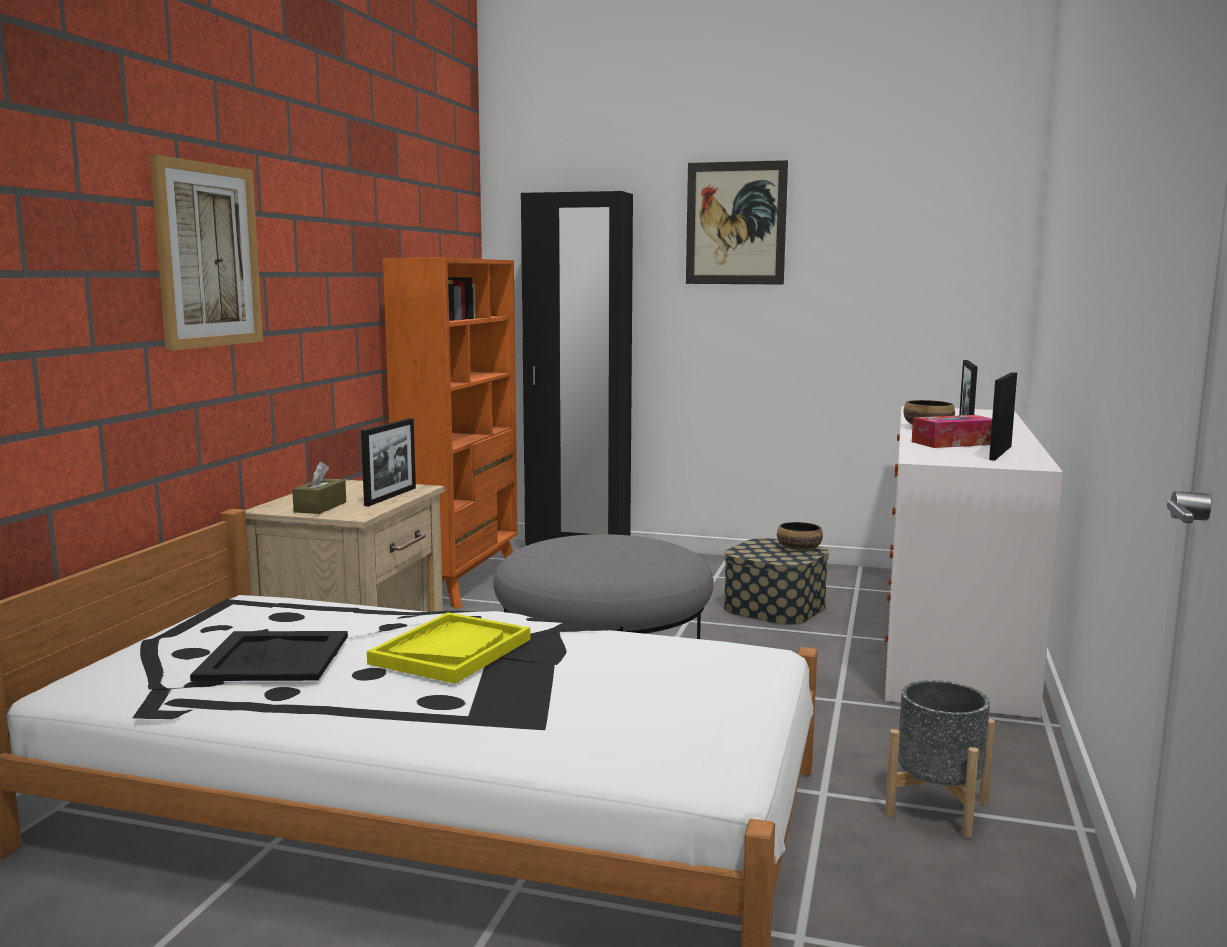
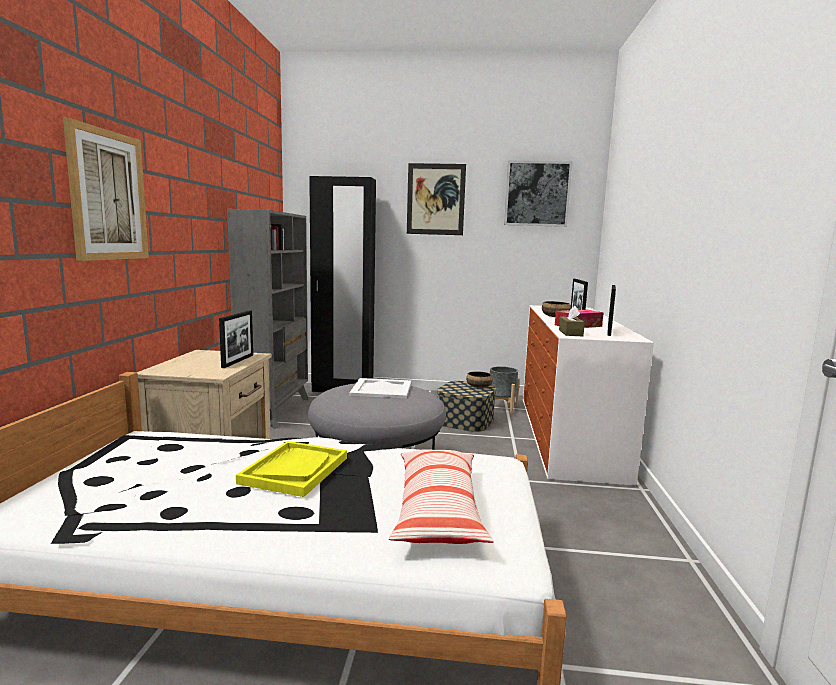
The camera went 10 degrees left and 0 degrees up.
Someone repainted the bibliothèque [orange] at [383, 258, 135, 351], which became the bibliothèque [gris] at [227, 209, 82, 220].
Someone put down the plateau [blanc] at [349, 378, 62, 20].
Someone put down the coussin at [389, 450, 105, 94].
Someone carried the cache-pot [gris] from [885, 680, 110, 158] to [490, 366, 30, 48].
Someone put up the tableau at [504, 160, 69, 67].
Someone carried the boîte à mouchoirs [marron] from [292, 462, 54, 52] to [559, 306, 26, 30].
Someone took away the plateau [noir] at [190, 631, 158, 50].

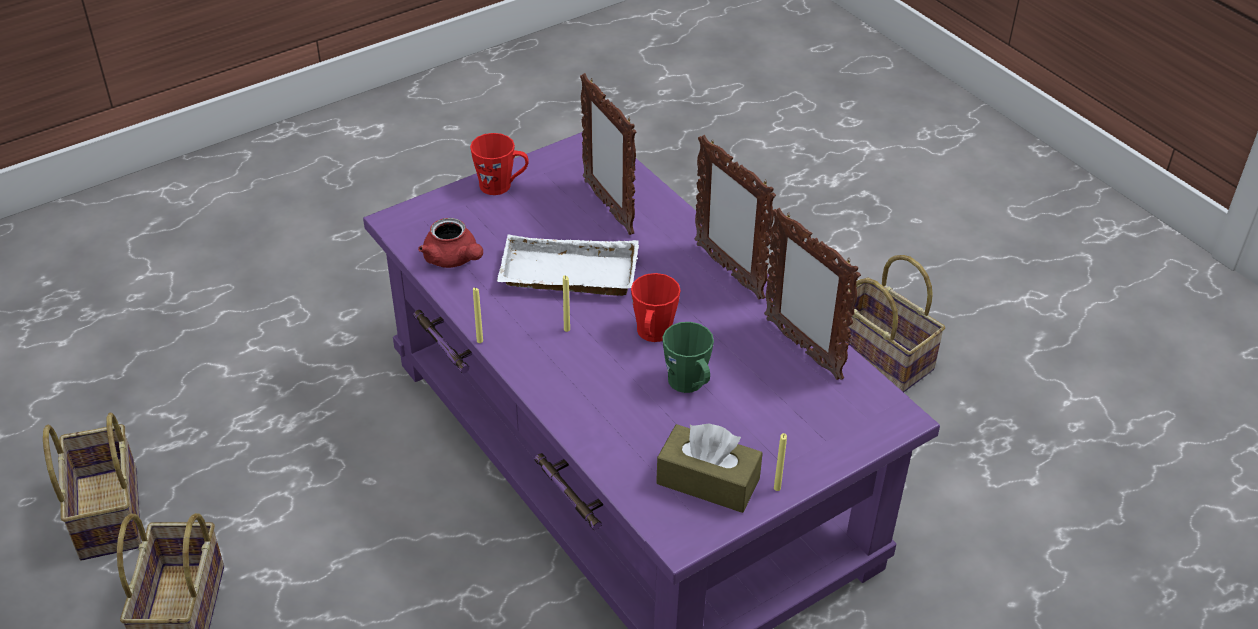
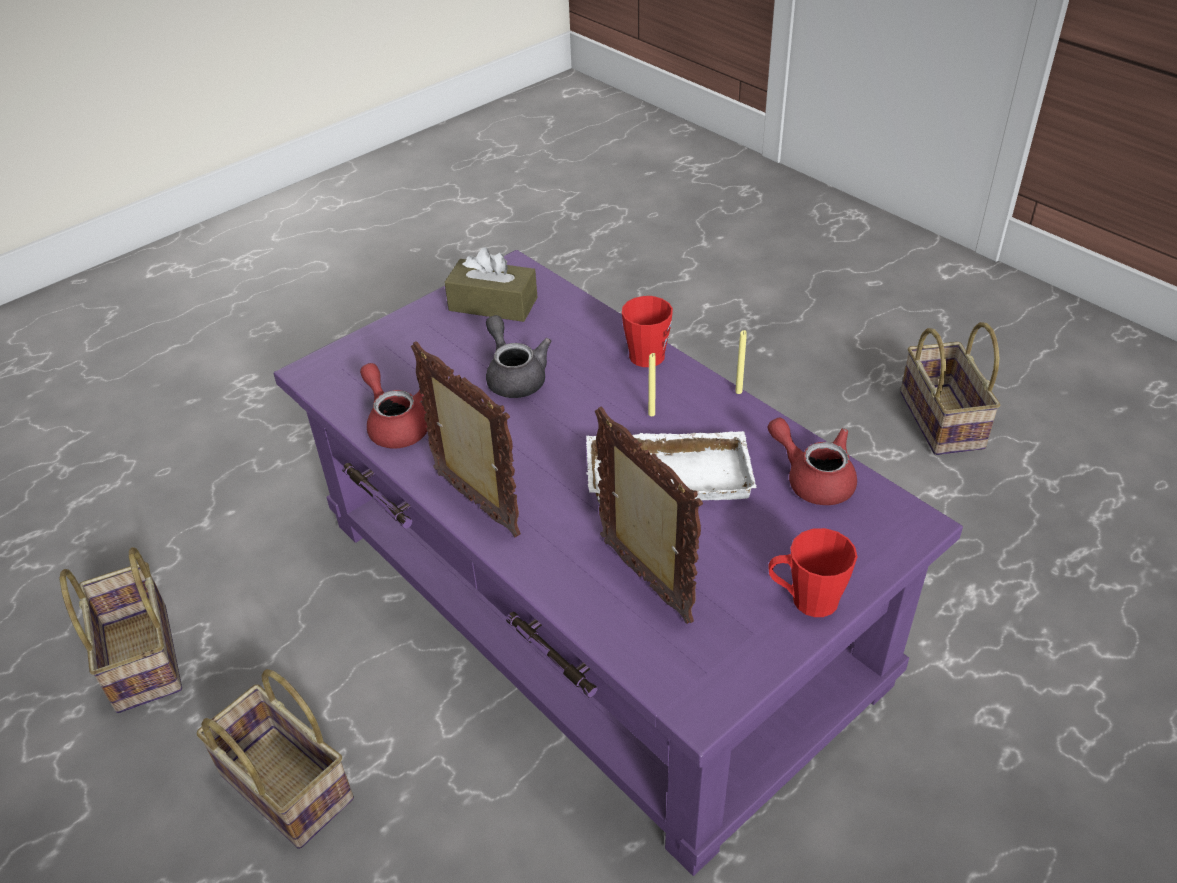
The camera went 175 degrees right and 0 degrees up.
Someone carried the panier from [43, 413, 98, 147] to [60, 547, 122, 166].
Someone swapped the cadre photo at [764, 208, 97, 172] for the théière [rouge] at [360, 363, 68, 86].
Someone swapped the mug [vert] at [662, 322, 52, 71] for the théière [gris] at [486, 315, 65, 83].
Someone carried the mug [rouge] from [631, 273, 50, 69] to [622, 296, 51, 71].
Someone took away the bougie [jaune] at [774, 433, 13, 58].

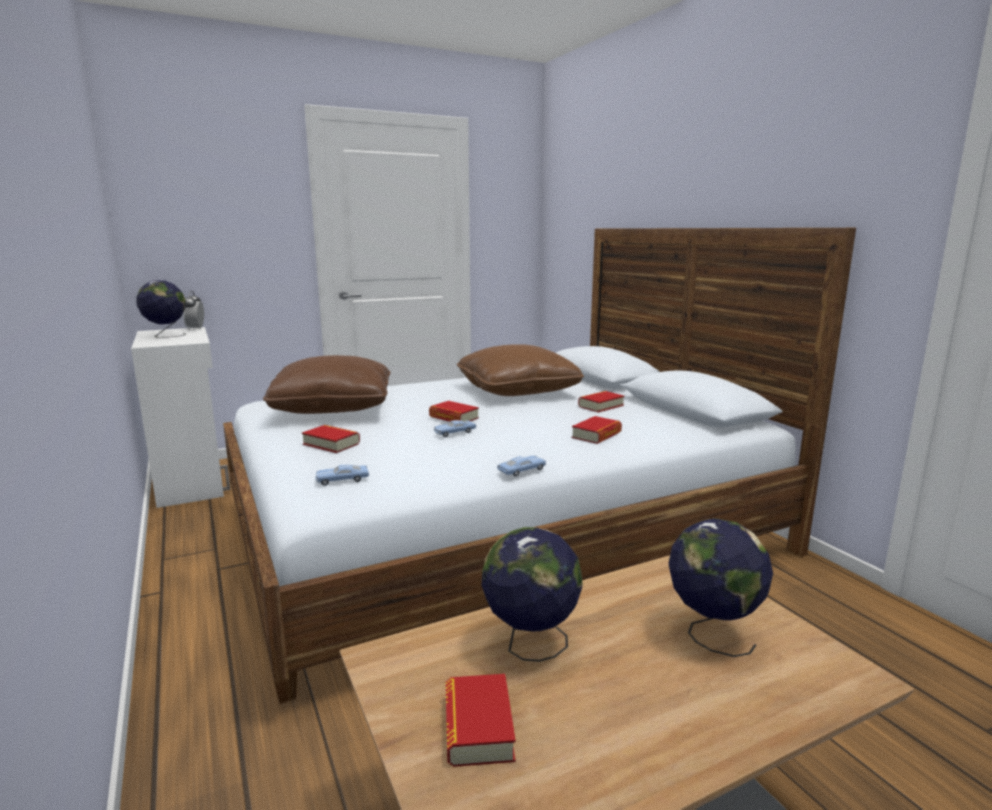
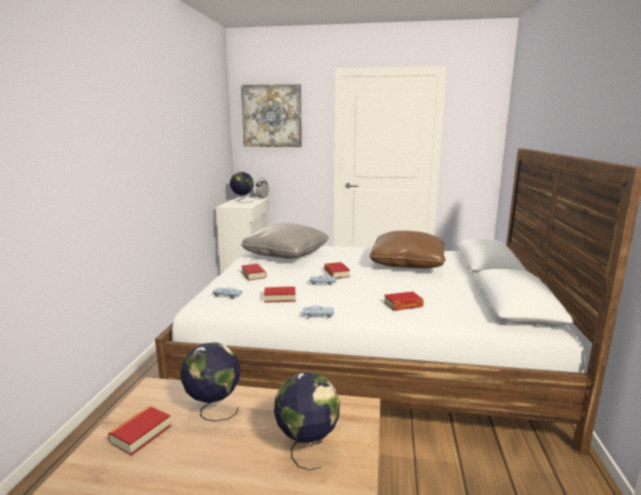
The camera went 35 degrees right and 0 degrees up.
Someone put up the tableau at [241, 84, 61, 63].
Someone repainted the coussin [marron] at [263, 355, 128, 59], which became the coussin [gris] at [241, 223, 88, 36].
Someone carried the livre from [578, 391, 46, 22] to [264, 286, 32, 17].

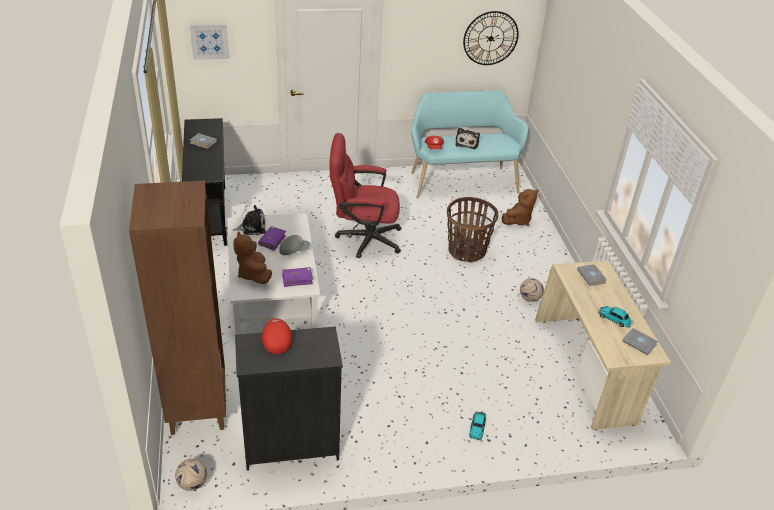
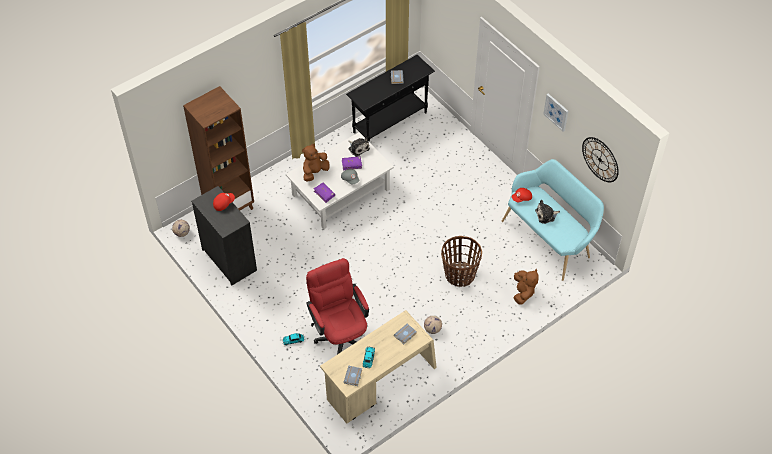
The camera went 65 degrees right and 15 degrees up.
Someone carried the chaise de bureau [rouge] from [330, 133, 71, 125] to [306, 258, 63, 96].
Someone rotated the peluche [marron] at [502, 189, 36, 37] by 105 degrees counterclockwise.
Someone carried the tableau from [190, 24, 39, 36] to [544, 94, 24, 38].

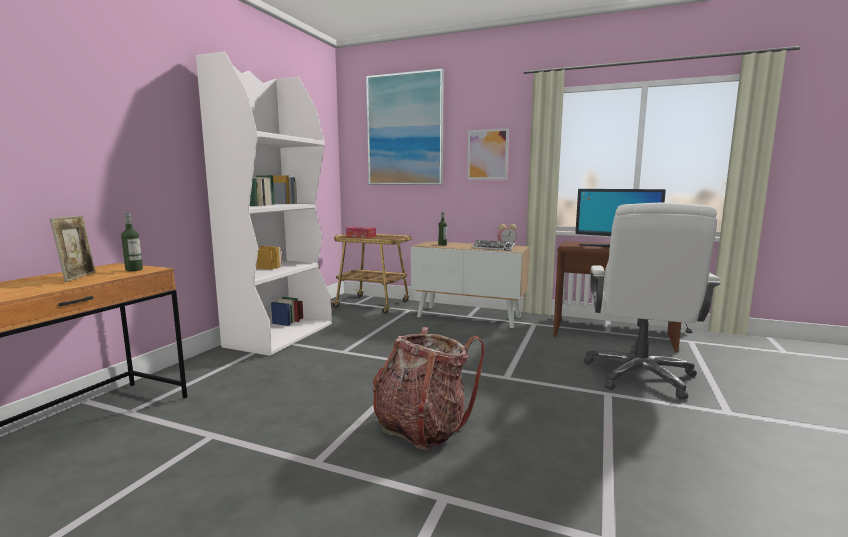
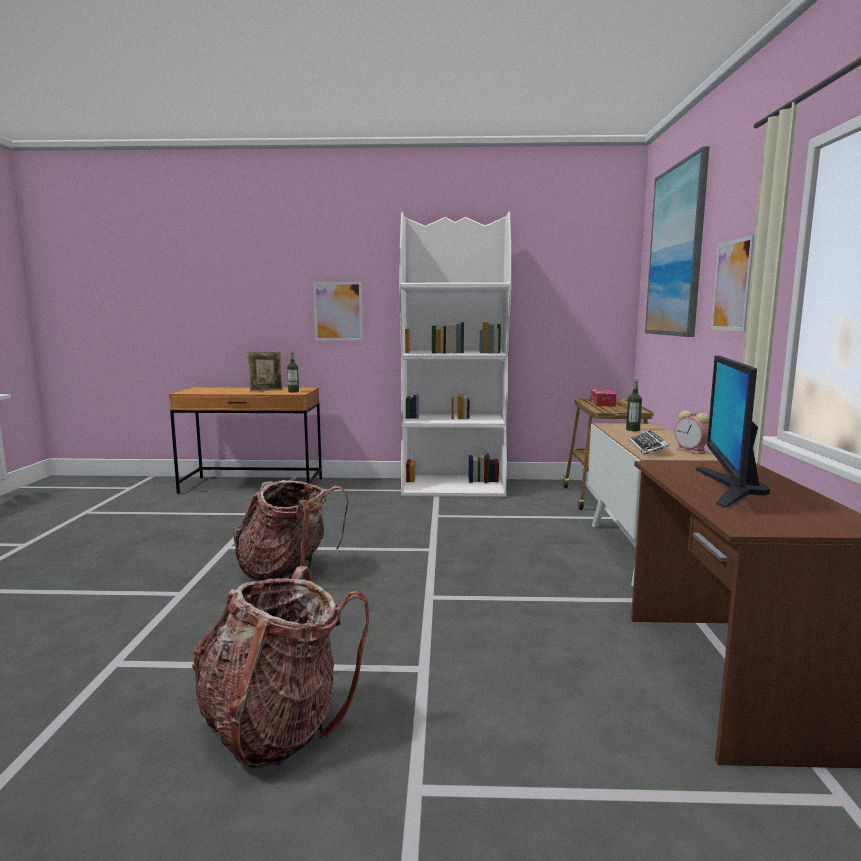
The camera went 70 degrees right and 0 degrees up.
Someone put down the sac à dos at [192, 566, 177, 205].
Someone put up the tableau at [313, 282, 50, 59].
Someone took away the chaise de bureau [blanc] at [583, 202, 138, 197].

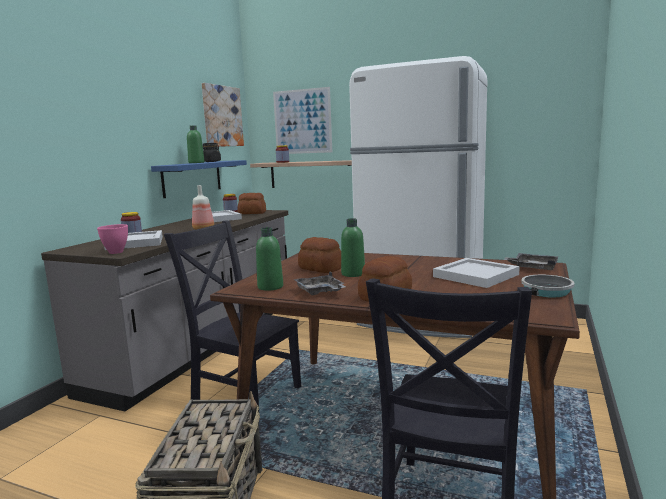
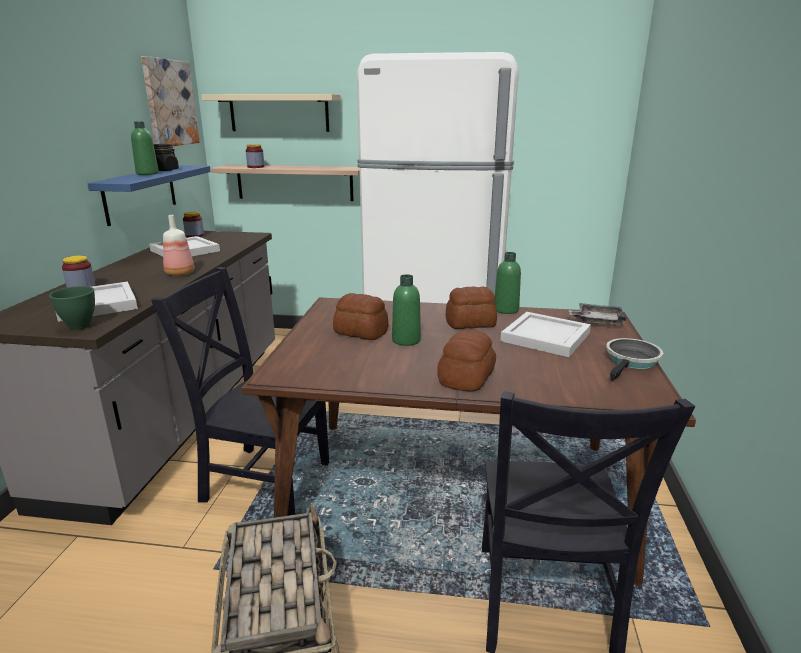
The camera went 15 degrees left and 10 degrees up.
Someone repainted the bol [rose] at [97, 224, 31, 30], which became the bol [vert] at [49, 286, 46, 44].
Someone swapped the tableau at [273, 87, 59, 67] for the étagère [beige] at [201, 94, 140, 38].
Someone carried the pain from [238, 193, 28, 21] to [446, 286, 51, 43].
Someone carried the bouteille [vert] from [256, 227, 27, 64] to [494, 252, 27, 62].
Someone took away the plateau [gris] at [294, 271, 51, 24].

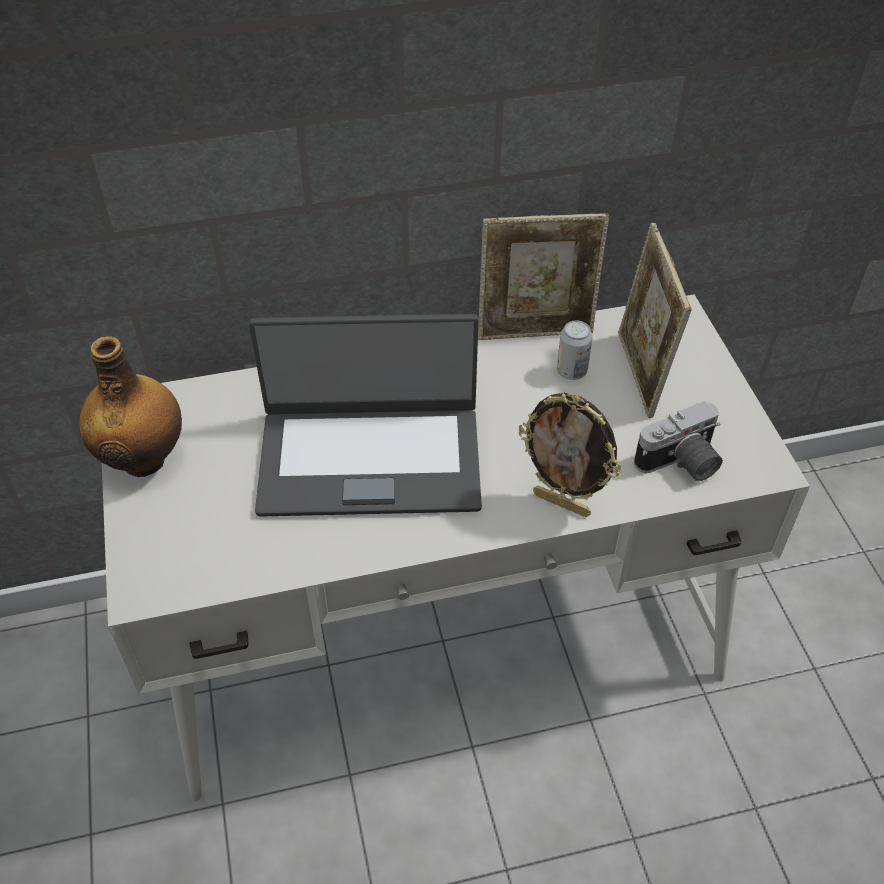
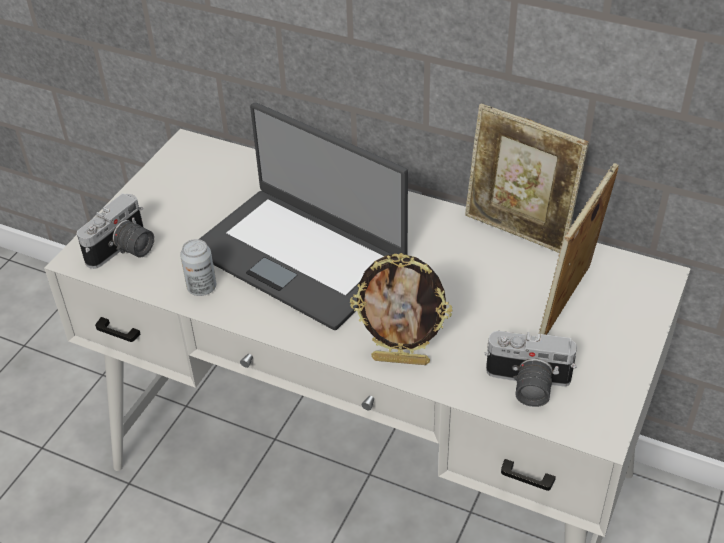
The camera went 40 degrees right and 5 degrees down.
Someone put down the appareil photo at [77, 193, 77, 76].
Someone carried the boîte métallique from [557, 321, 36, 59] to [180, 239, 36, 57].
Someone rotated the cadre photo at [518, 393, 103, 124] by 60 degrees counterclockwise.
Someone took away the bouteille at [79, 336, 103, 141].

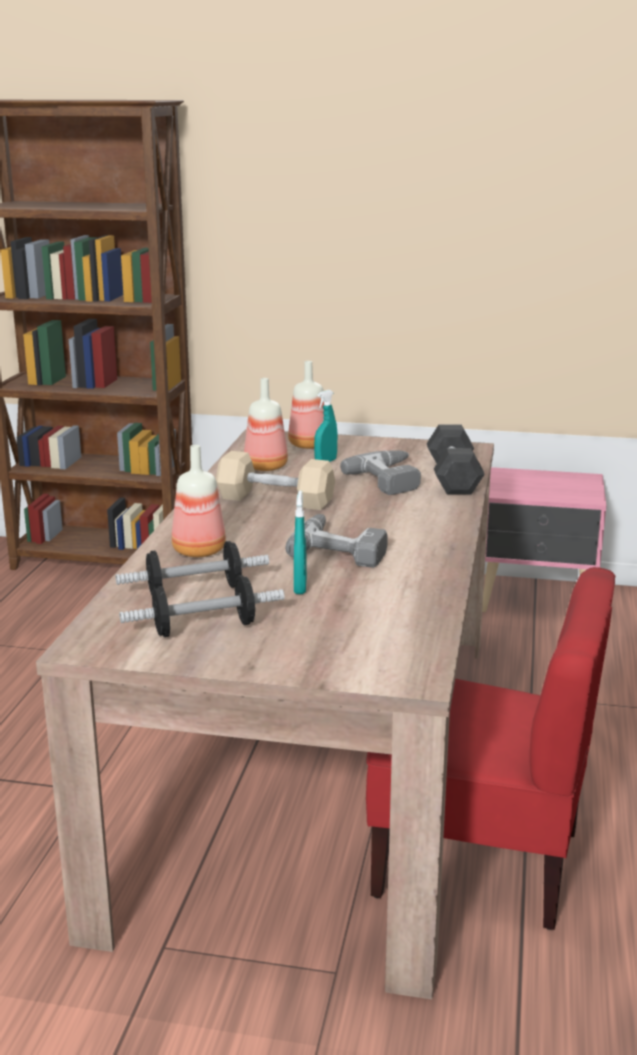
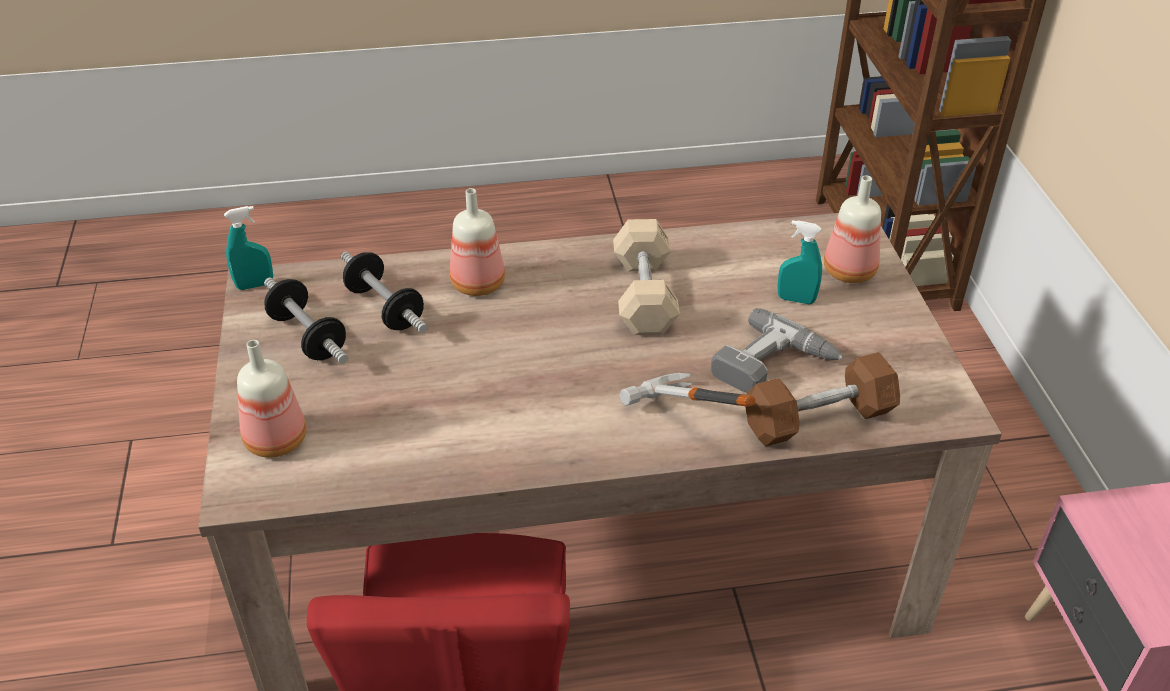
The camera went 70 degrees right and 20 degrees up.
Someone carried the vaporisateur [turquoise] from [294, 490, 13, 104] to [224, 206, 49, 84].
Someone carried the bouteille from [244, 378, 44, 93] to [237, 340, 69, 118].
Someone put down the marteau at [620, 373, 136, 33].
Someone repainted the haltère [gris] at [427, 425, 58, 69], which became the haltère [marron] at [745, 352, 155, 95].
Someone took away the perceuse at [285, 514, 103, 54].

